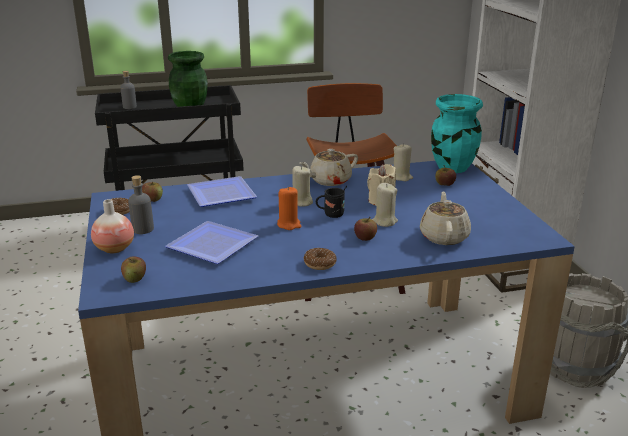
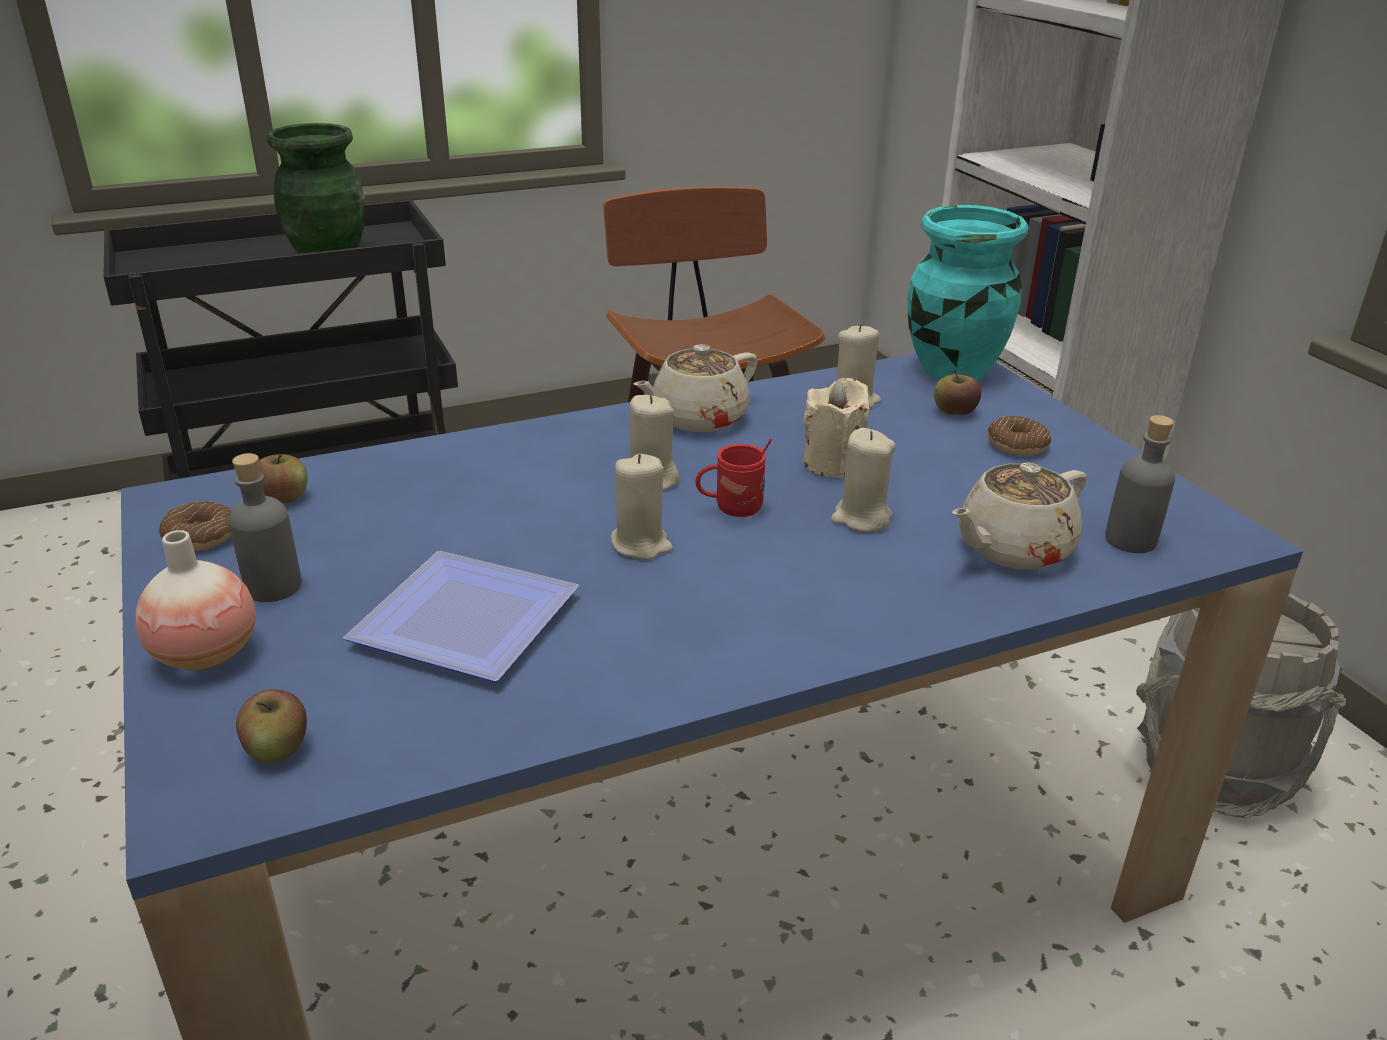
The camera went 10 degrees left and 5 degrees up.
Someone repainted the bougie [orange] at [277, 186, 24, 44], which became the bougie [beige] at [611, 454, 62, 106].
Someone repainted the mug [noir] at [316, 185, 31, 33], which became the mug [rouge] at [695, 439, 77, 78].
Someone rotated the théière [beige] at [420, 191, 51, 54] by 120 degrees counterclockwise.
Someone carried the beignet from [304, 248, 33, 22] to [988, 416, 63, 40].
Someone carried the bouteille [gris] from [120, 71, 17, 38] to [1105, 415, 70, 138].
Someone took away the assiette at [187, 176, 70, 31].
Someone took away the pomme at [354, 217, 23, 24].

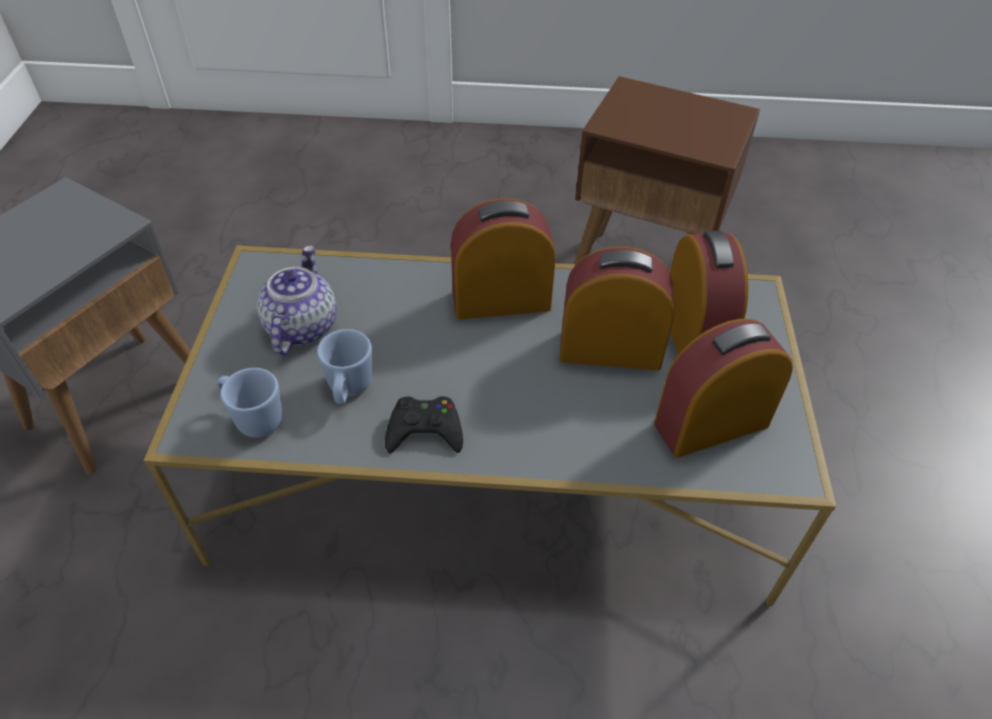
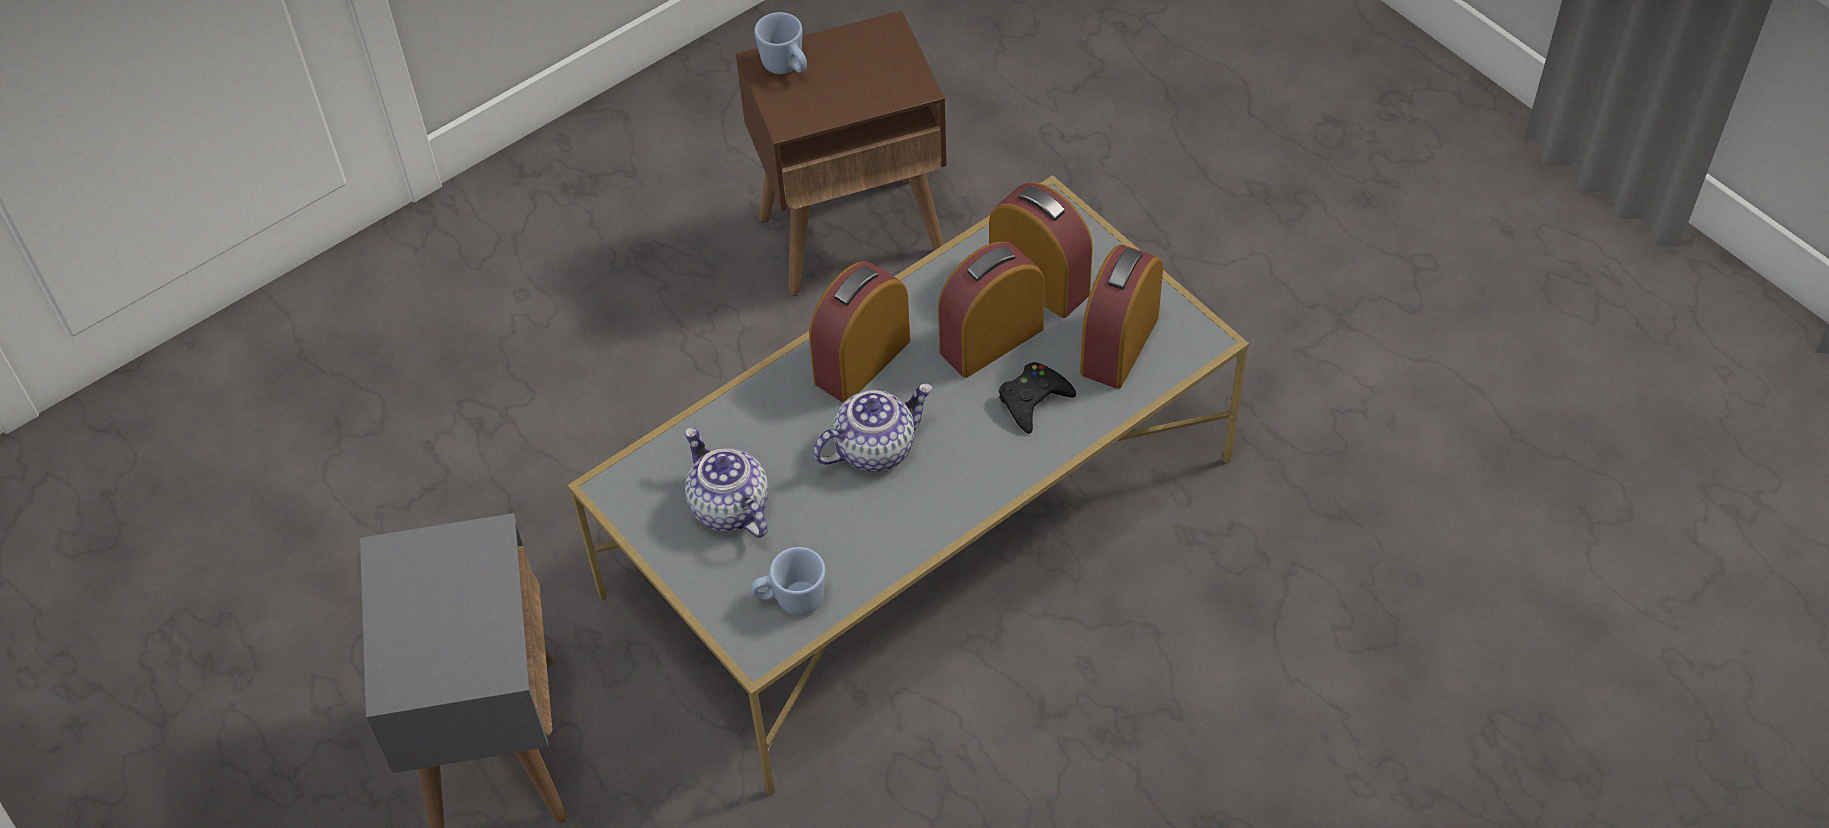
The camera went 40 degrees left and 5 degrees up.
Someone carried the mug [bleu] from [317, 329, 55, 75] to [754, 12, 53, 62].
Someone put down the théière at [813, 383, 120, 89].
Someone carried the manette [noir] from [385, 396, 78, 57] to [999, 362, 77, 72].

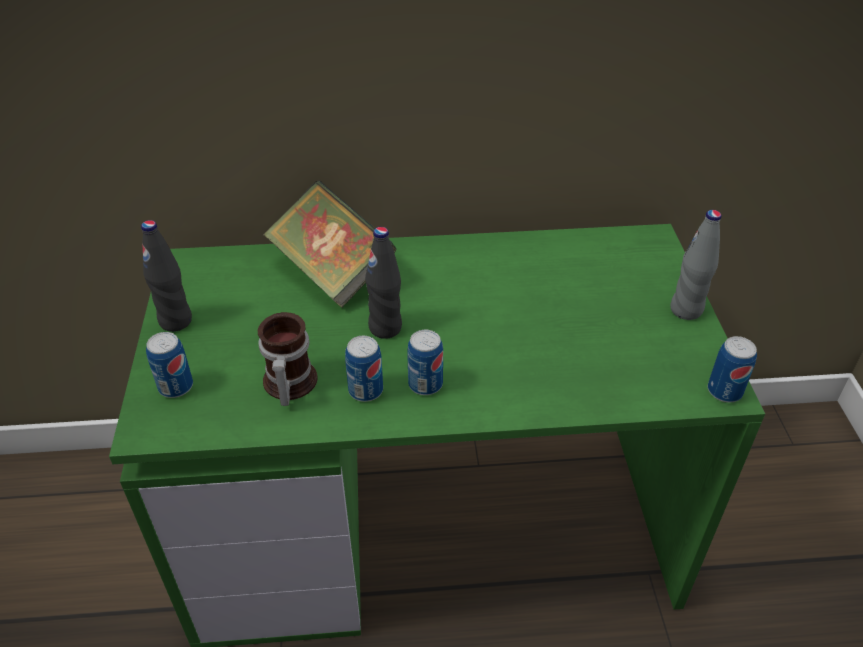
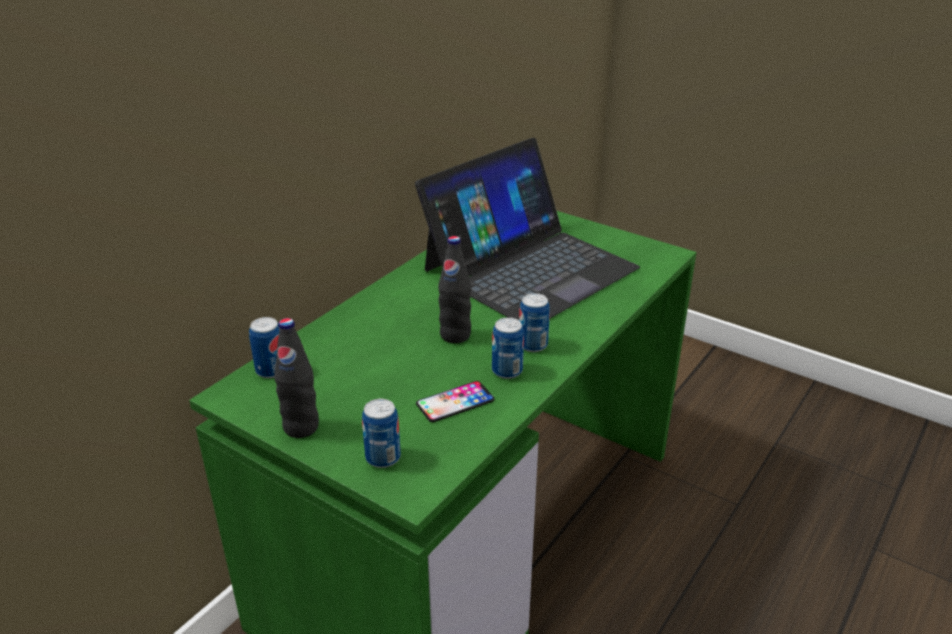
The camera went 50 degrees left and 10 degrees down.
Someone carried the boîte métallique from [708, 336, 49, 66] to [249, 317, 31, 61].
Someone put down the ordinateur portable at [415, 138, 225, 182].
Someone swapped the mug at [258, 312, 60, 94] for the téléphone at [416, 381, 79, 41].
Someone took away the livre at [263, 181, 134, 127].
Someone took away the bouteille [gris] at [670, 210, 52, 110].

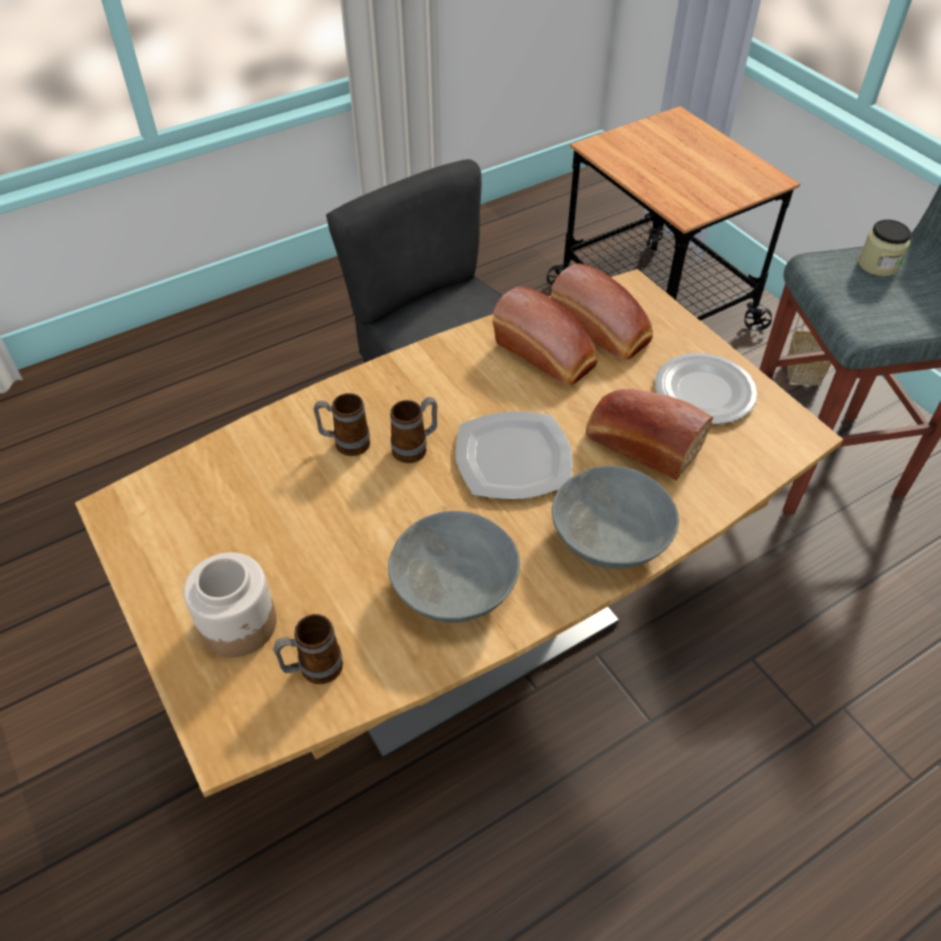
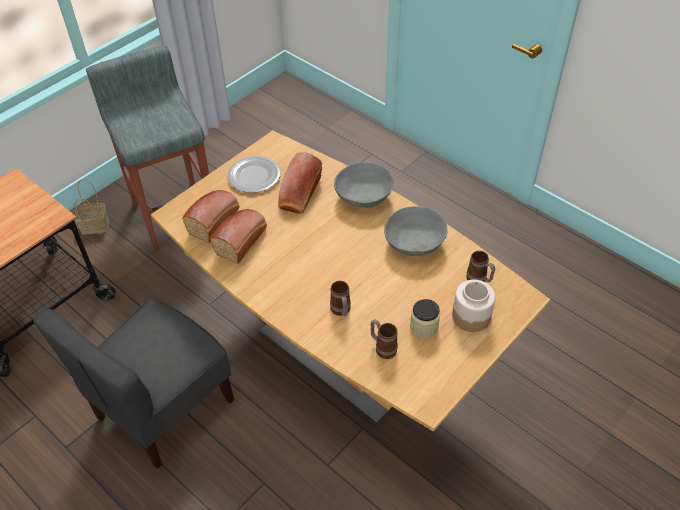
The camera went 105 degrees left and 0 degrees up.
Someone carried the mug from [390, 397, 47, 66] to [370, 320, 28, 39].
Someone carried the bocal from [858, 220, 53, 57] to [410, 299, 30, 39].
Someone took away the assiette at [455, 411, 117, 88].

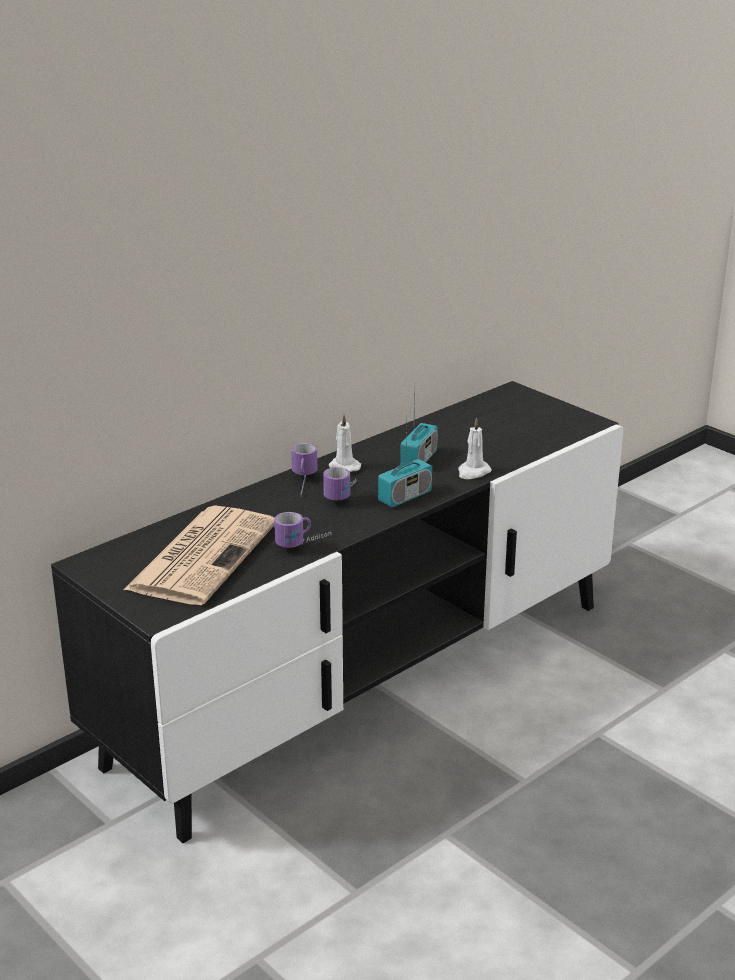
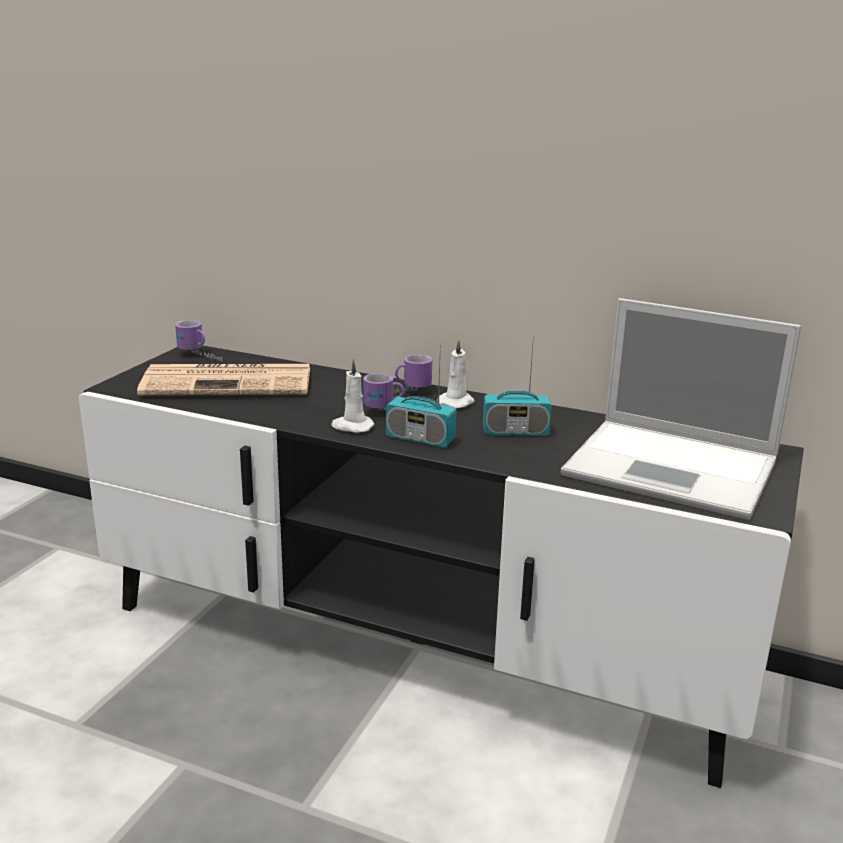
The camera went 65 degrees right and 5 degrees down.
Someone carried the mug from [274, 512, 57, 36] to [175, 320, 47, 41].
Someone carried the bougie [blanc] from [458, 417, 34, 62] to [331, 359, 44, 74].
Someone put down the ordinateur portable at [561, 298, 240, 222].

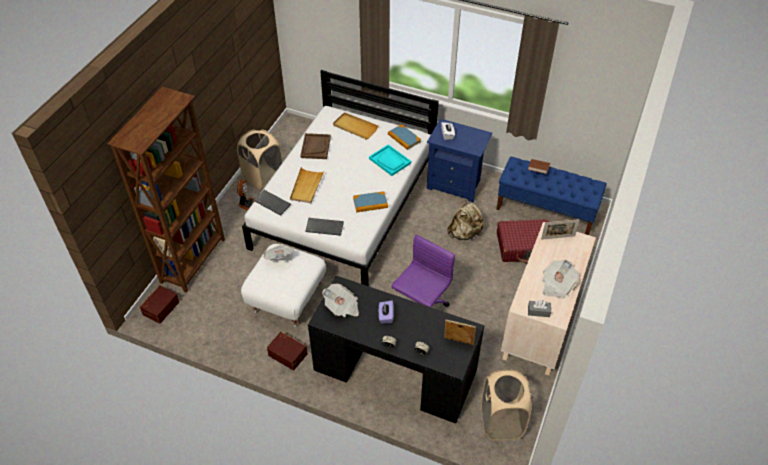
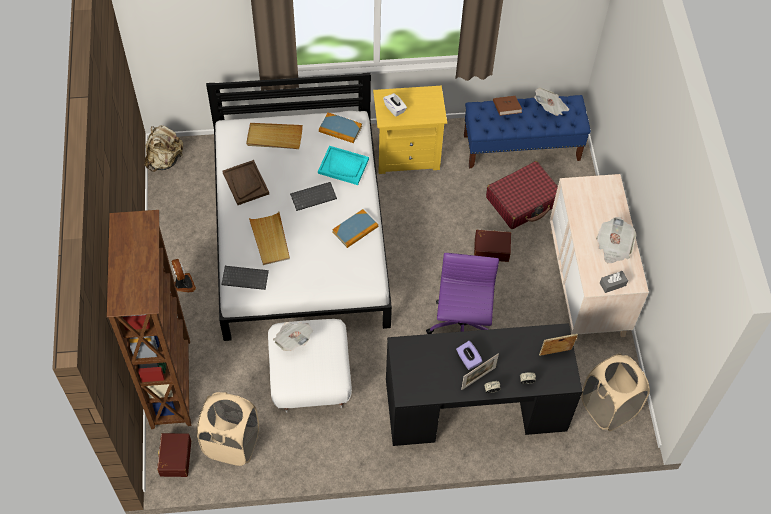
The camera went 30 degrees left and 10 degrees up.
Someone carried the sac à dos [beige] from [447, 201, 37, 39] to [144, 125, 39, 47].
Someone carried the panier à linge [beige] from [237, 130, 46, 60] to [197, 392, 62, 74].
Someone carried the clavier from [305, 218, 39, 18] to [290, 182, 47, 29].
Someone repainted the table de chevet [bleu] at [427, 119, 65, 83], which became the table de chevet [jaune] at [373, 86, 74, 88].
Someone carried the cadre photo from [541, 219, 39, 21] to [461, 353, 38, 37].
Someone carried the boîte de rangement [marron] from [267, 331, 40, 40] to [474, 230, 37, 32].
Someone carried the journal from [322, 284, 37, 33] to [534, 88, 35, 28].

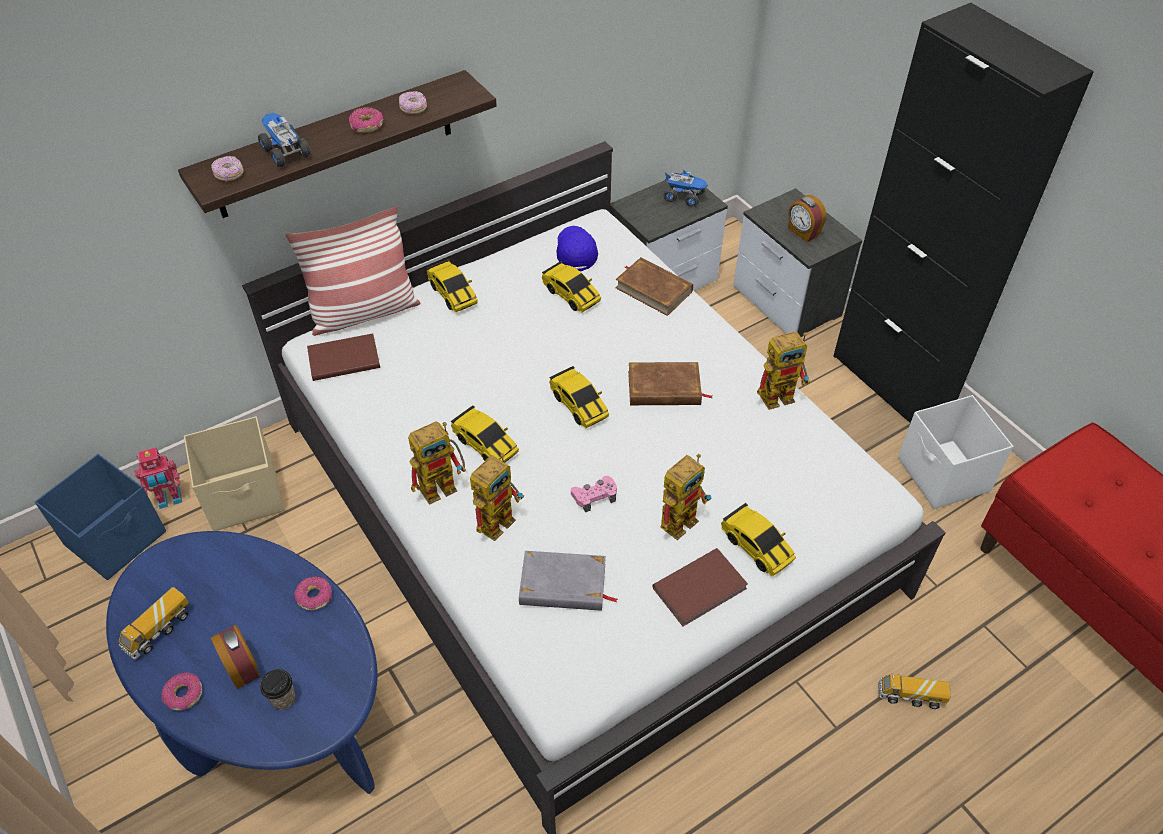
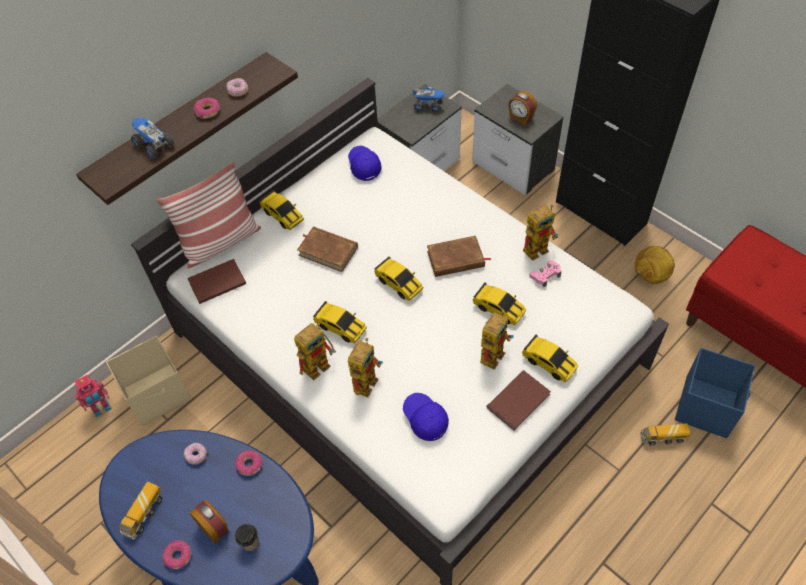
The camera went 10 degrees left and 5 degrees up.
Someone carried the beignet from [211, 156, 33, 25] to [184, 443, 23, 21].
Someone carried the livre [marron] from [615, 257, 78, 59] to [297, 226, 61, 46].
Someone swapped the livre [gris] at [519, 551, 99, 60] for the casquette [bleu] at [403, 393, 46, 48].
Someone carried the petite voiture from [542, 261, 59, 52] to [472, 283, 54, 43].
Someone carried the manette [rose] from [571, 476, 46, 36] to [529, 260, 32, 27].
Someone swapped the boîte de rangement [blanc] at [898, 395, 115, 114] for the ballon de foot at [635, 246, 40, 38].
Someone carried the boîte de rangement [bleu] from [35, 454, 131, 126] to [675, 348, 80, 90].

